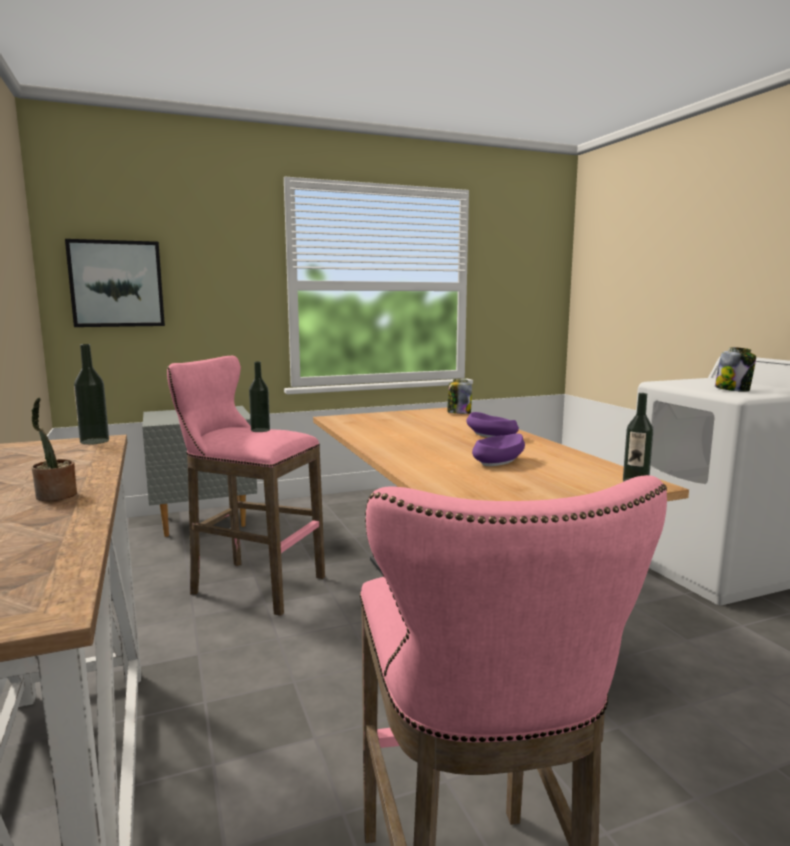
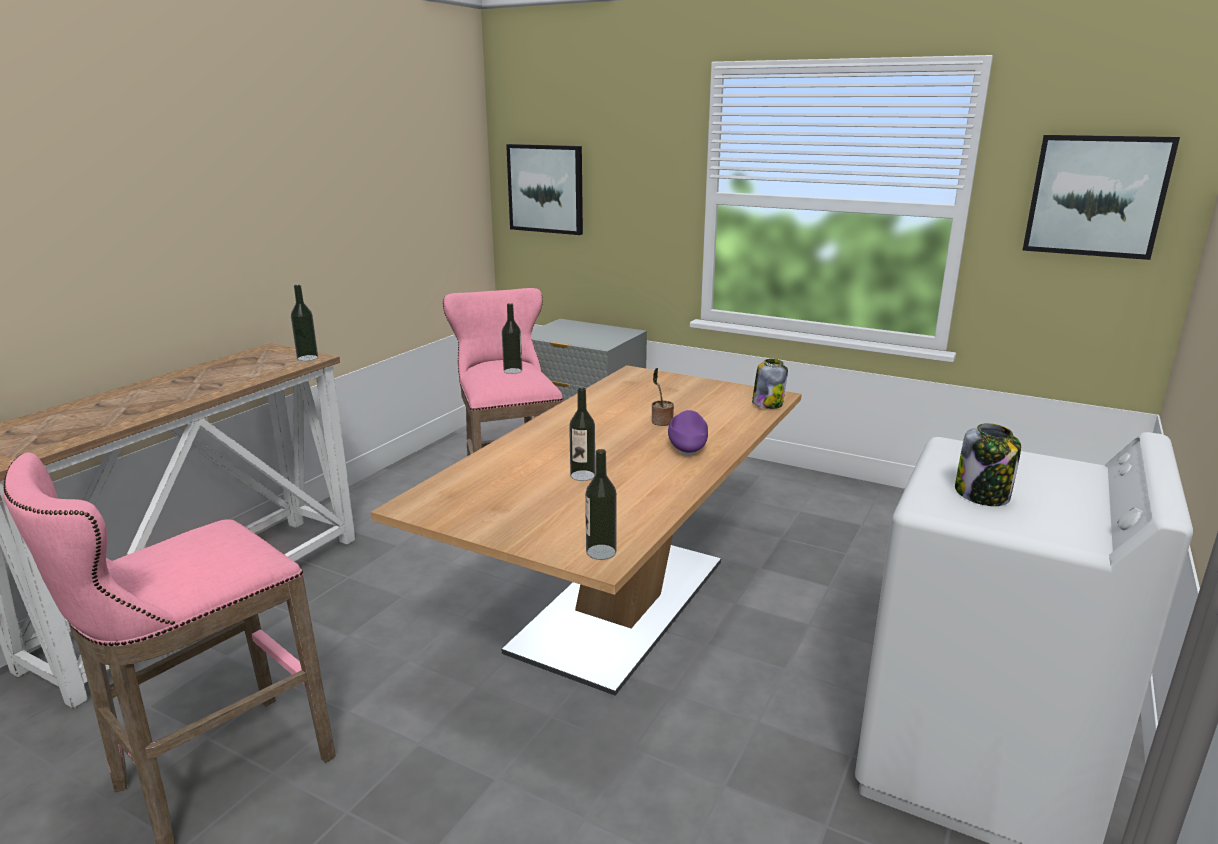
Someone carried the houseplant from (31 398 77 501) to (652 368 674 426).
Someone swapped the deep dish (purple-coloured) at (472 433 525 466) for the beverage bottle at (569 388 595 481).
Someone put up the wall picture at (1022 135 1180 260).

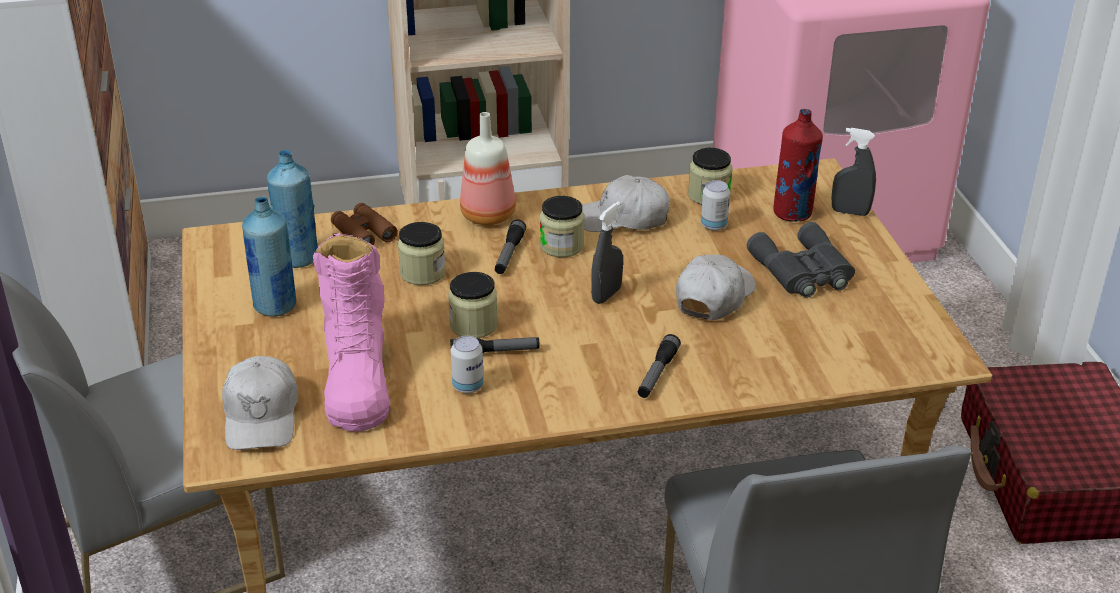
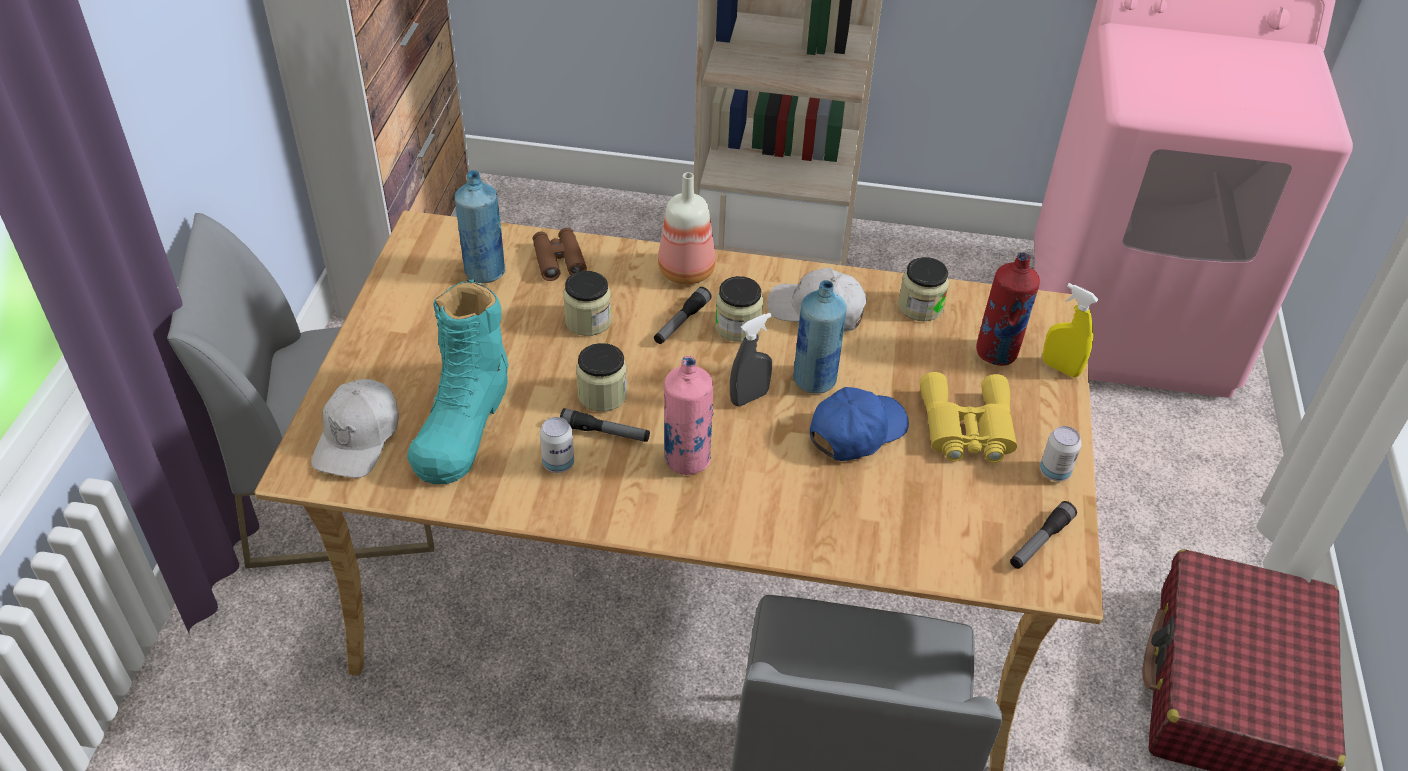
Someone repainted the spray bottle (grey) at (832 128 876 216), which became the spray bottle (yellow-coloured) at (1043 283 1099 377).
Someone carried the can from (701 180 730 231) to (1040 426 1082 481).
Someone carried the beverage bottle (blue) from (242 196 296 317) to (793 280 847 394).
Someone repainted the binoculars (grey) at (747 222 855 298), which became the binoculars (yellow-coloured) at (920 372 1017 463).
Someone repainted the high-top boot (pink) at (313 233 390 432), which became the high-top boot (turquoise) at (408 279 509 484).
Someone repainted the peaked cap (white) at (676 255 756 320), which became the peaked cap (blue) at (810 387 909 461).
Someone carried the torch from (638 334 681 398) to (1010 501 1077 569).
Someone put down the beverage bottle (pink) at (664 356 714 475).

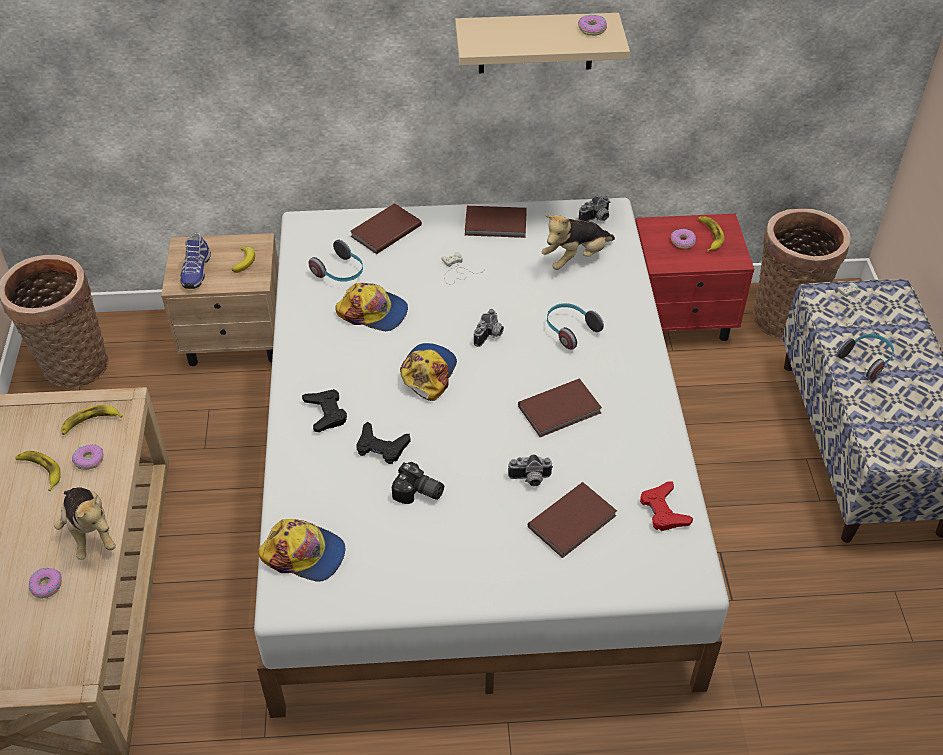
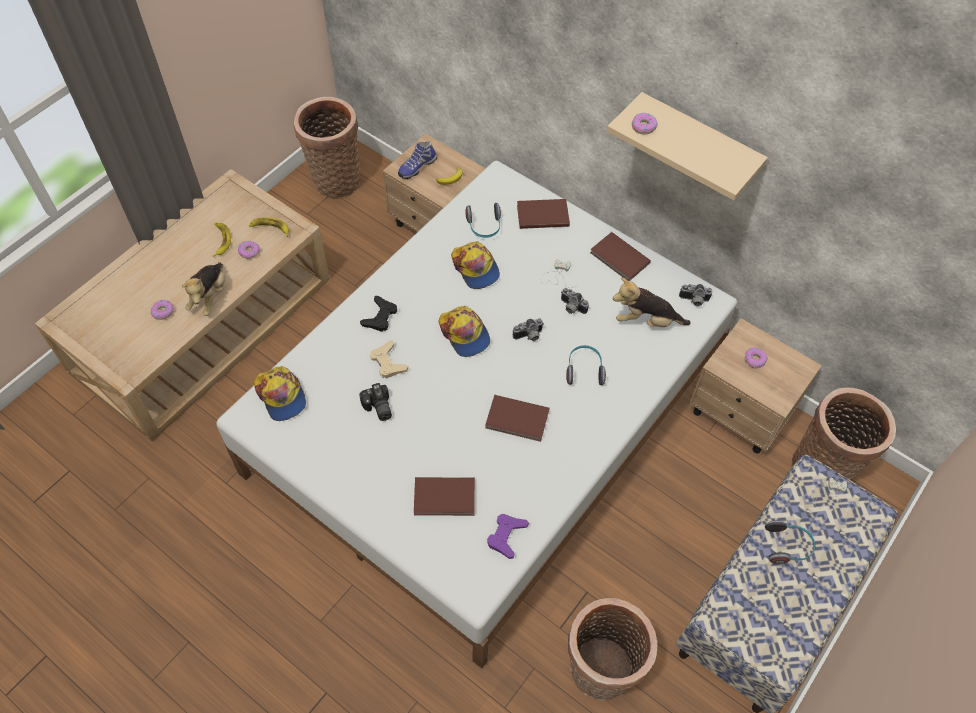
Someone carried the donut from (578 15 607 36) to (632 113 658 134).
Someone repainted the bedside table (red) at (635 214 754 341), which became the bedside table (beige-coloured) at (689 318 822 453).
Someone took away the banana fruit at (698 216 724 251).
Someone rotated the peaked cap at (400 343 457 401) by 90 degrees clockwise.
Someone repainted the game controller (black-coloured) at (356 421 411 464), which became the game controller (beige-coloured) at (370 340 408 379).
Someone carried the photo camera from (508 454 553 486) to (561 288 589 314).
Someone repainted the game controller (red) at (640 482 693 531), which became the game controller (purple-coloured) at (487 514 529 559).
Someone put down the household basket at (568 598 657 701).

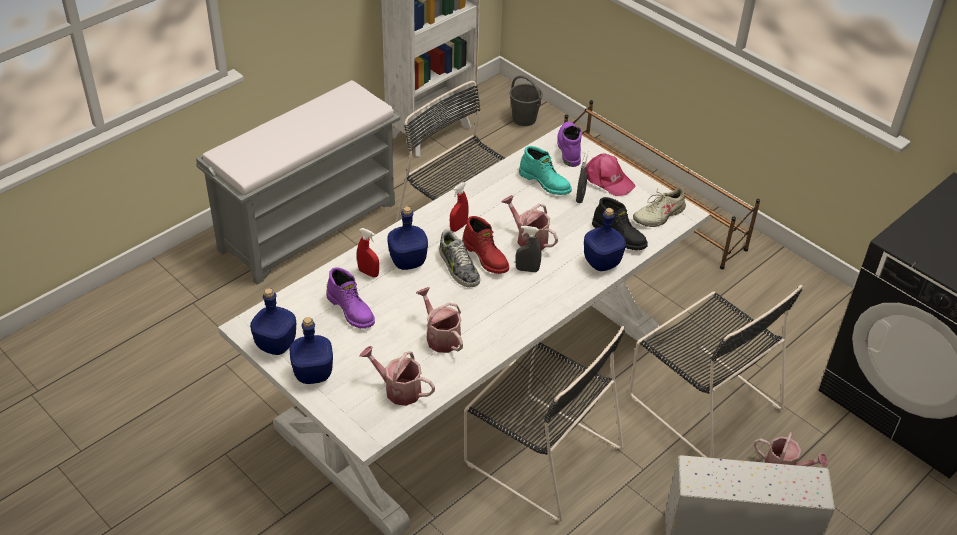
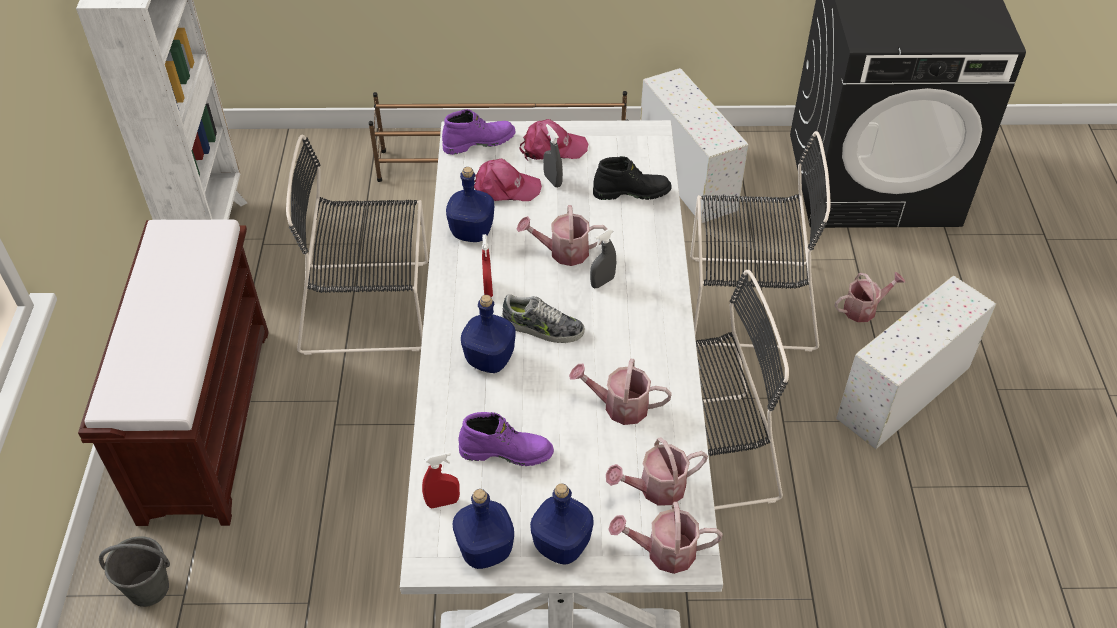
Someone carried the water bucket (grey) from (510 75 543 126) to (99 536 170 607).
Someone repainted the indoor bench (grey) at (196 80 400 285), which became the indoor bench (brownish) at (78 219 269 526).
Someone rotated the high-top boot (purple-coloured) at (557 122 582 167) by 120 degrees clockwise.
Someone swapped the high-top boot (turquoise) at (519 146 572 195) for the peaked cap (pink) at (474 158 542 201).
Someone took away the shoe (beige-coloured) at (633 187 687 227).
Someone carried the beverage bottle (blue) from (584 208 626 271) to (446 167 494 242).
Someone took away the high-top boot (red) at (462 216 509 274).
Someone carried the spray bottle (red) from (357 228 379 277) to (422 452 460 508).
Someone put down the storage container (white) at (640 68 748 224).
Someone put down the watering pot at (608 502 723 574).

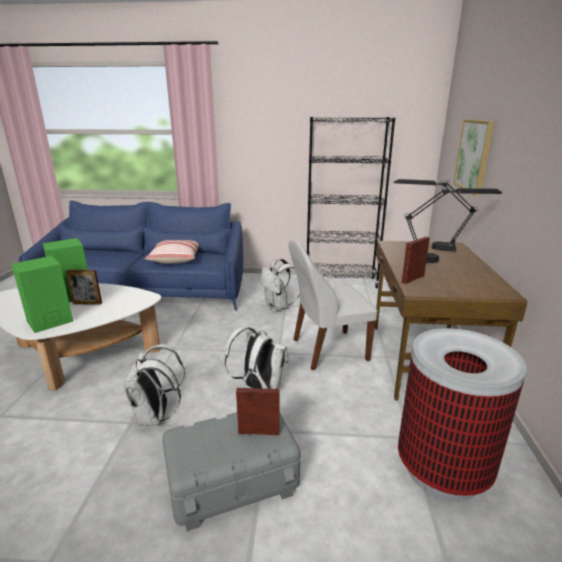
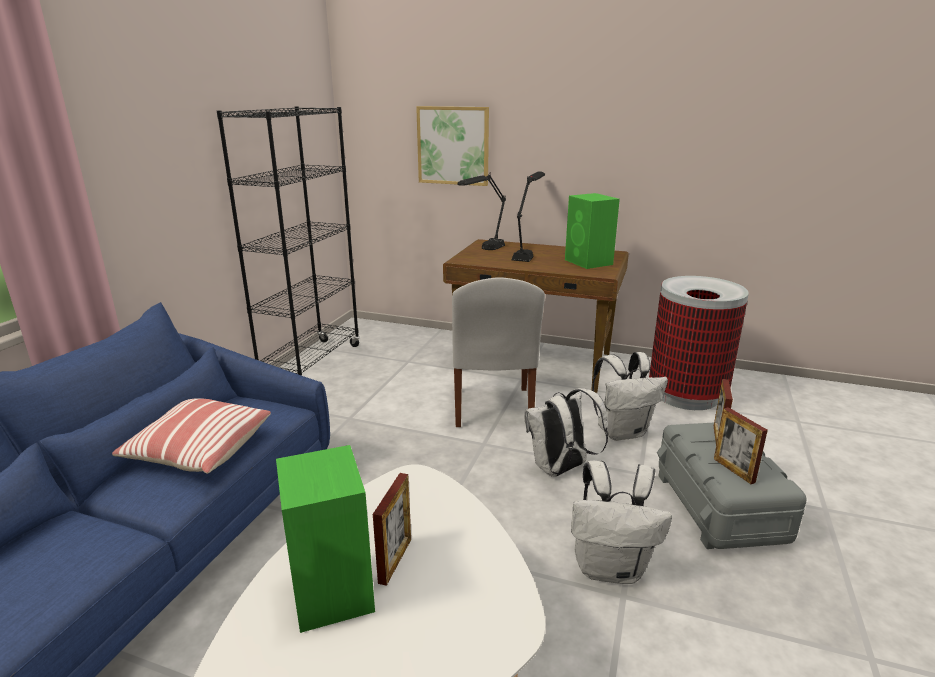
Someone carried the photo frame from (402 237 430 284) to (714 407 768 484).
Someone carried the loudspeaker (green-coloured) from (11 256 73 333) to (565 193 620 269).
Someone carried the backpack (white) from (261 259 300 311) to (592 352 668 441).

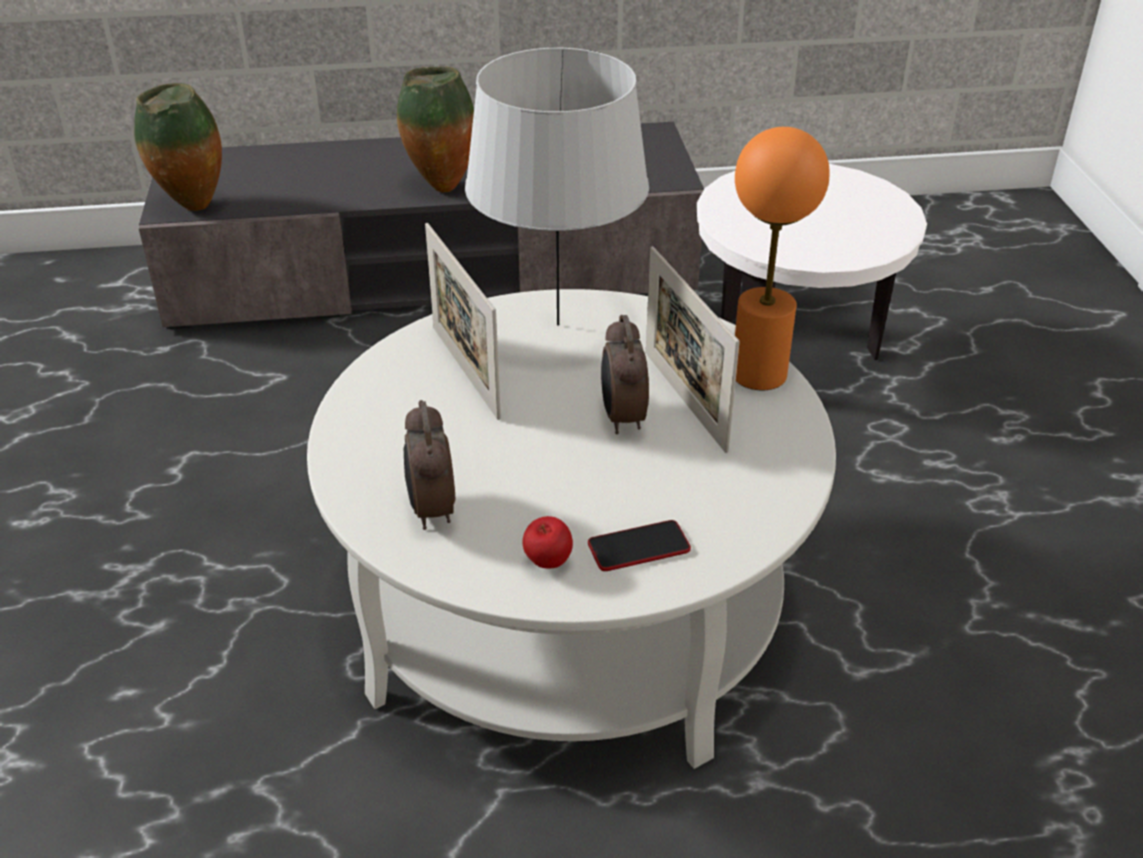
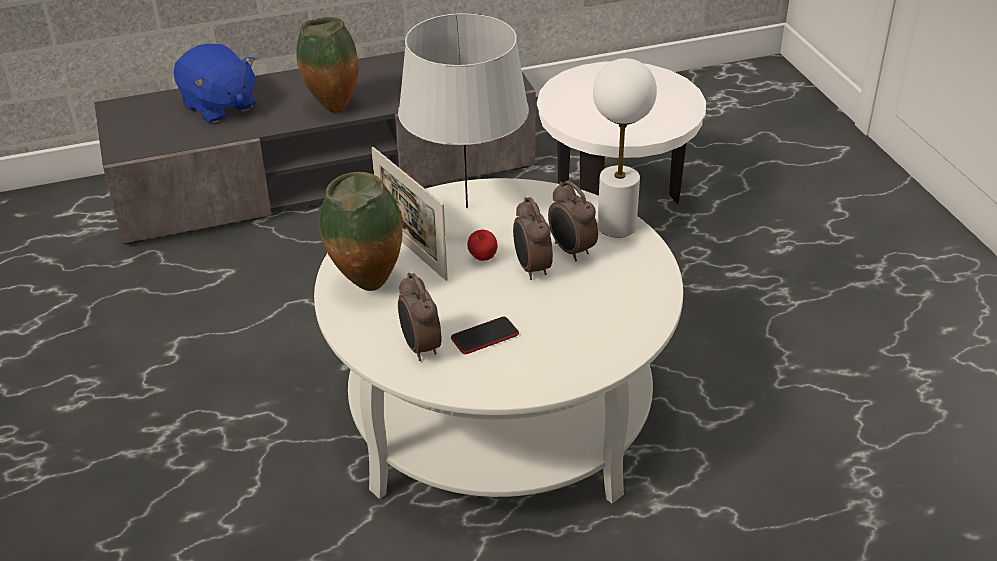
Someone carried the decorative vase from (134 83 222 211) to (320 172 403 291).
Someone repainted the tabletop lamp (orangey) at (735 127 830 390), which became the tabletop lamp (white) at (593 58 657 238).
Someone swapped the photo frame at (646 246 740 453) for the bedside clock at (548 181 598 261).
Someone carried the whole apple from (523 516 573 568) to (467 230 498 261).
Someone carried the phone from (588 520 691 571) to (451 317 519 354).
Someone put down the cuddly toy (blue) at (174 44 256 123).

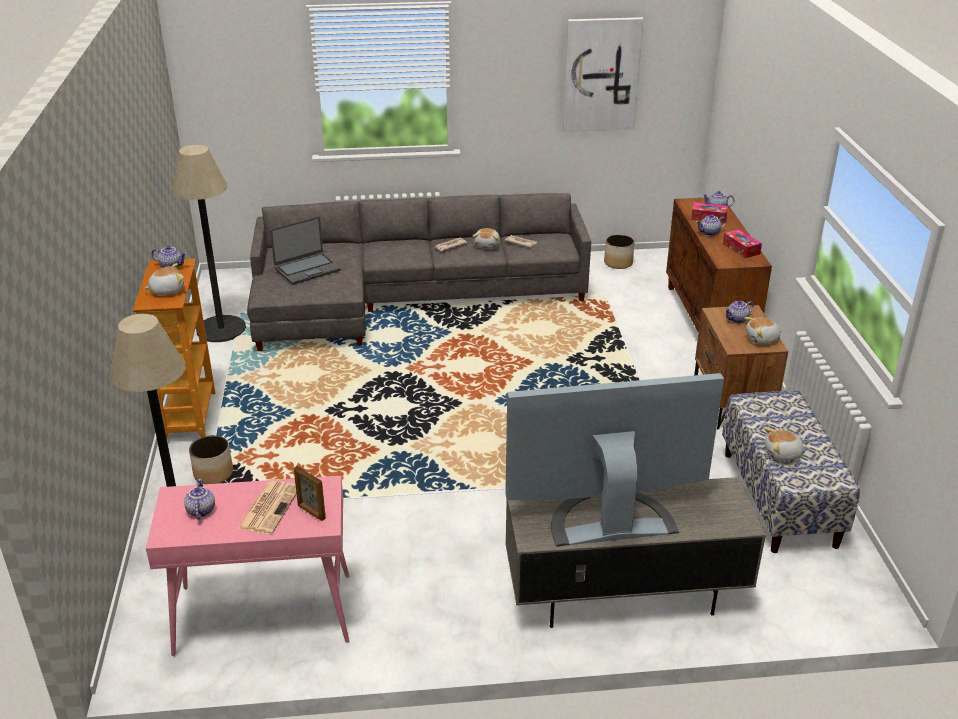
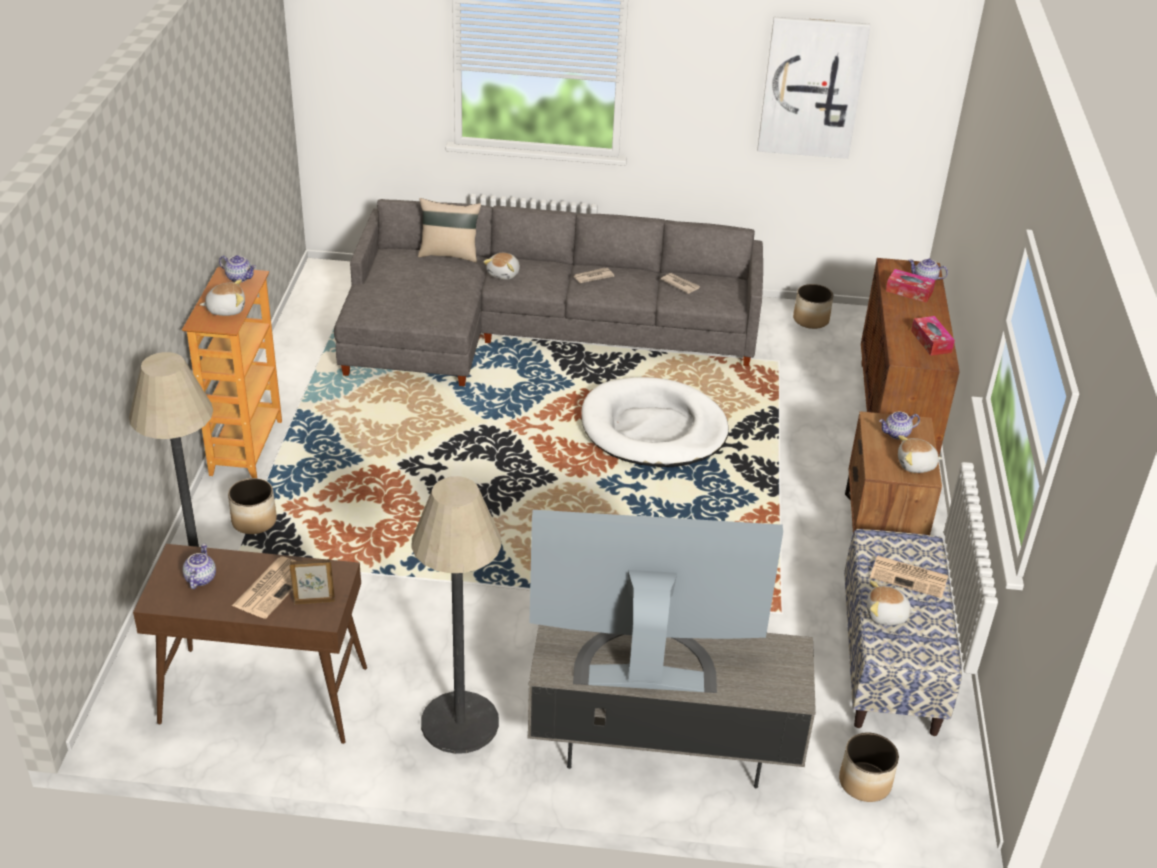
Someone carried the floor lamp from (172 145 246 342) to (412 476 501 754).
Someone took away the pot for tea at (696 215 726 236).
Someone took away the portable computer at (270 217 341 285).
Someone carried the cuddly toy from (472 228 500 249) to (483 253 520 280).
Someone rotated the photo frame at (294 466 326 521) by 120 degrees clockwise.
Someone repainted the narrow table (pink) at (146 476 349 656), which became the narrow table (brownish) at (133 544 367 744).
Someone put down the throw pillow (beige-coloured) at (418 198 481 263).
Someone put down the pet bed (white) at (581 377 729 467).
Someone put down the daily paper at (870 555 948 598).
Someone put down the planter at (839 732 899 802).

